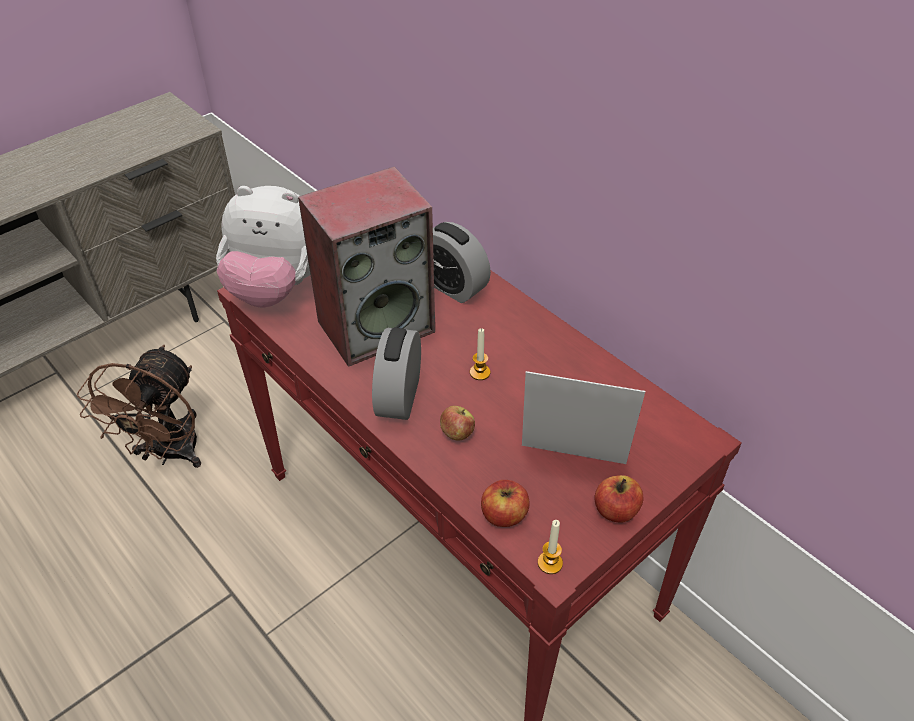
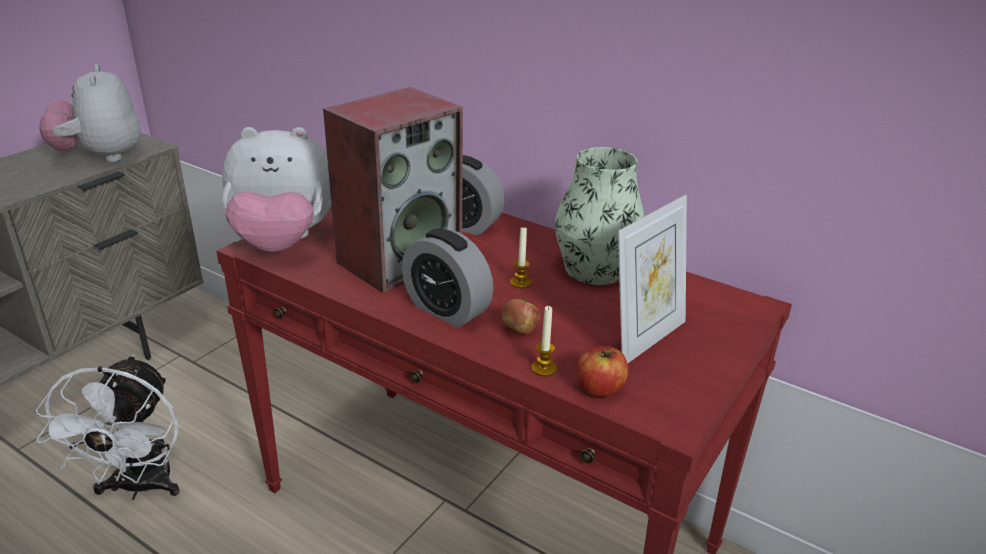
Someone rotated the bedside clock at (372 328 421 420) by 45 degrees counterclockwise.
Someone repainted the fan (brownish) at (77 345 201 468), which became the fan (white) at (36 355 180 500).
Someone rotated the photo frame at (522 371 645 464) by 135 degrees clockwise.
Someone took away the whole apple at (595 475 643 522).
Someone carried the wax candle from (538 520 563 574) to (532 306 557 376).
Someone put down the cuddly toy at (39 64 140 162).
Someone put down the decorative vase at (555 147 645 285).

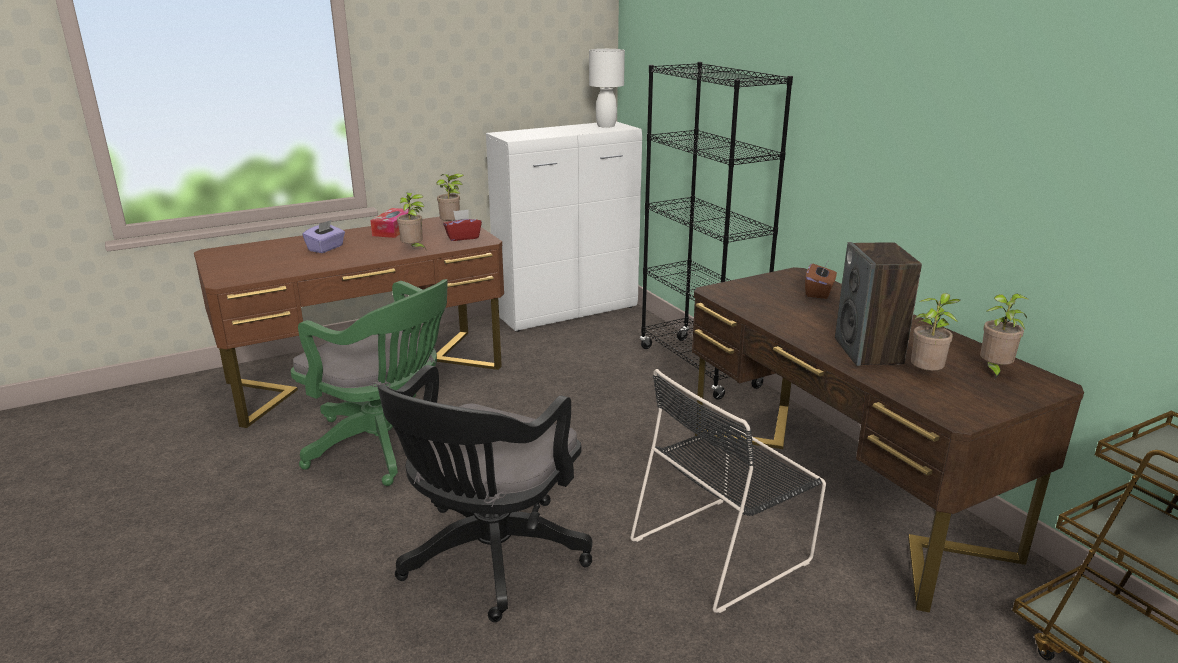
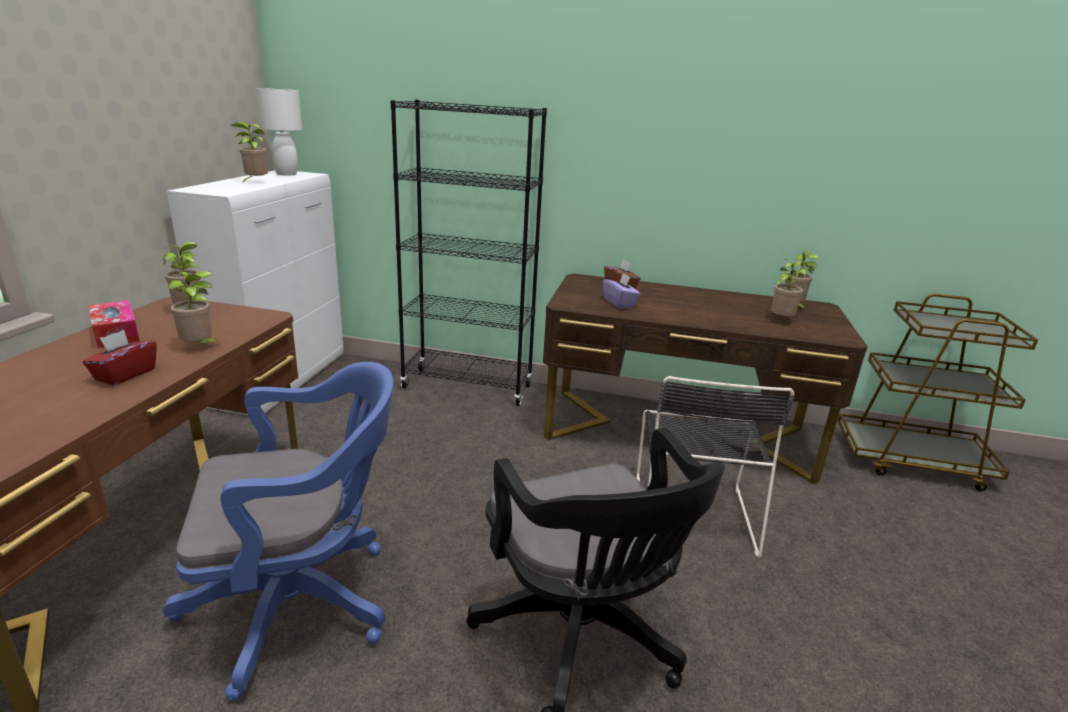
Someone carried the tissue holder (red) from (443 210 482 241) to (83 330 157 385).
Someone carried the tissue holder (purple-coloured) from (302 220 345 253) to (603 273 641 308).
Someone took away the loudspeaker at (835 242 922 366).
Someone repainted the computer chair (green-coloured) at (291 279 448 486), which became the computer chair (blue) at (163 362 394 701).
Someone put down the houseplant at (232 122 268 183).

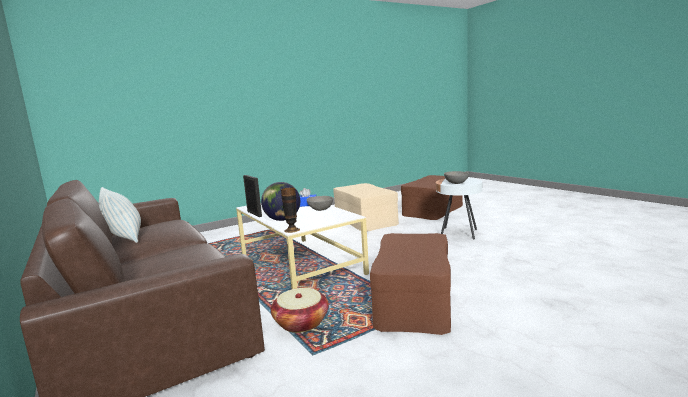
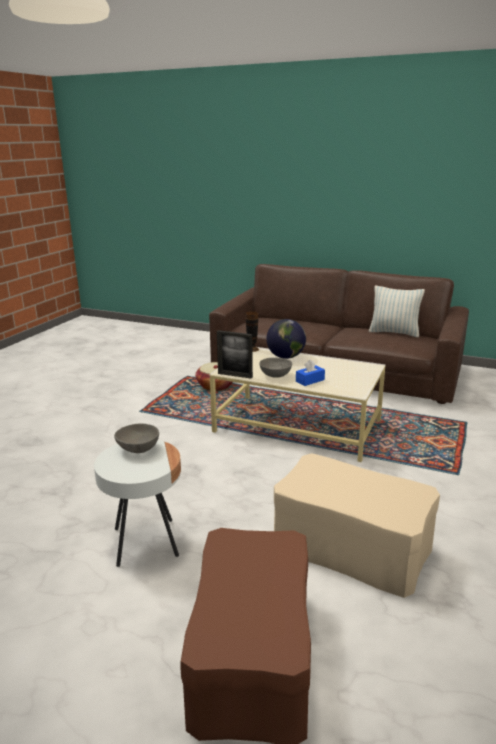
Someone carried the photo frame from (243 175 262 217) to (217 330 253 379).
Someone took away the ottoman (brownish) at (370 233 451 335).

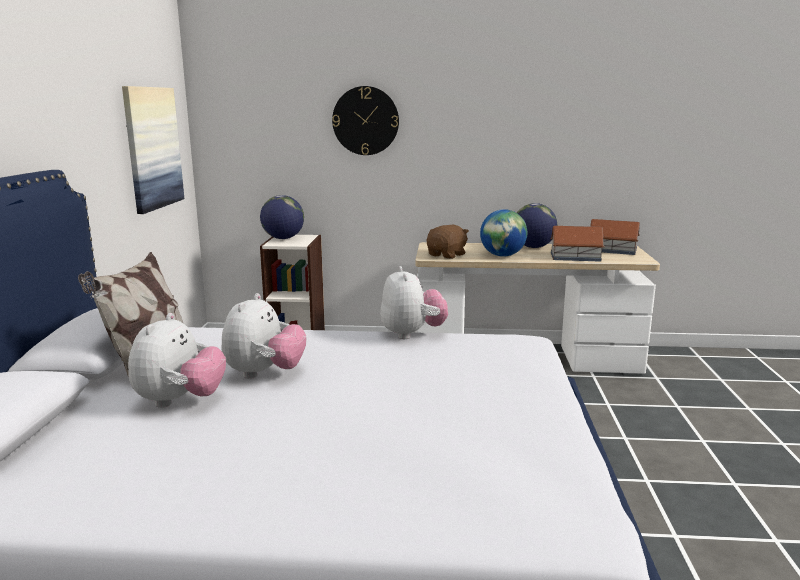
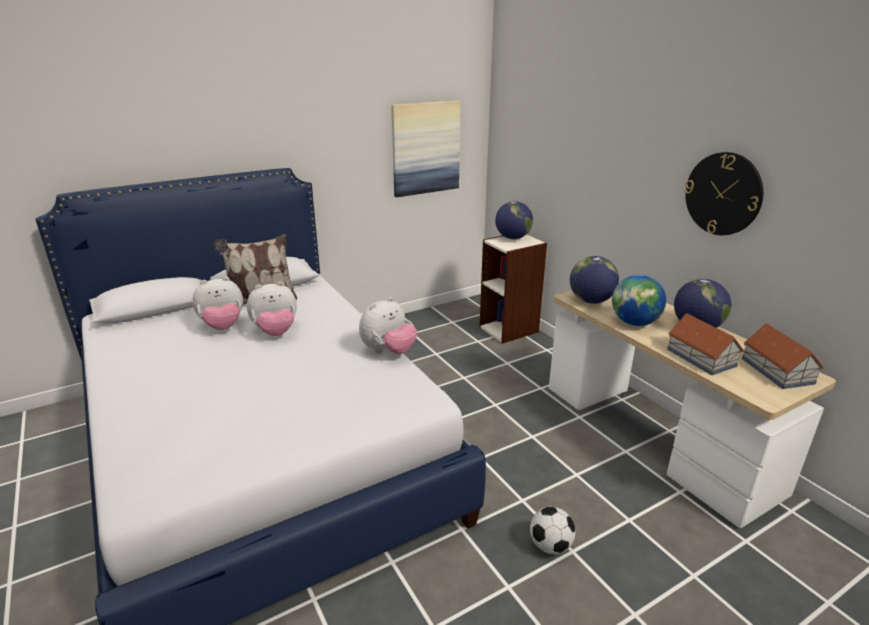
Someone carried the hanging clock from (332 86 399 155) to (685 152 763 235).
Someone swapped the cuddly toy (brownish) at (427 224 469 259) for the world globe at (570 256 619 304).
Someone put down the football at (530 507 576 554).

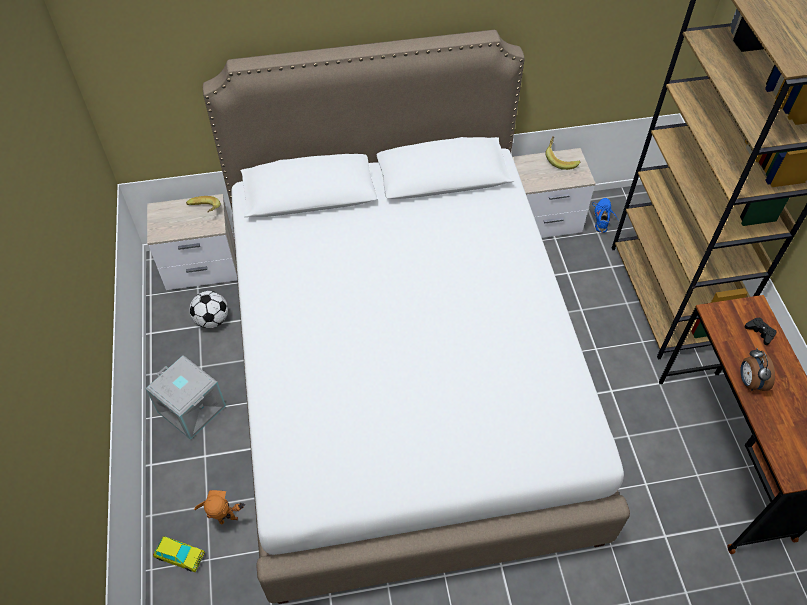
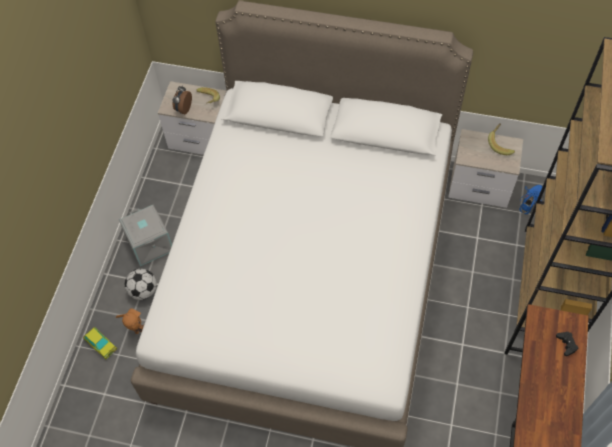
Someone carried the football from (190 291 228 328) to (125 269 157 300).
Someone carried the bedside clock from (740 348 775 391) to (172 86 192 114).

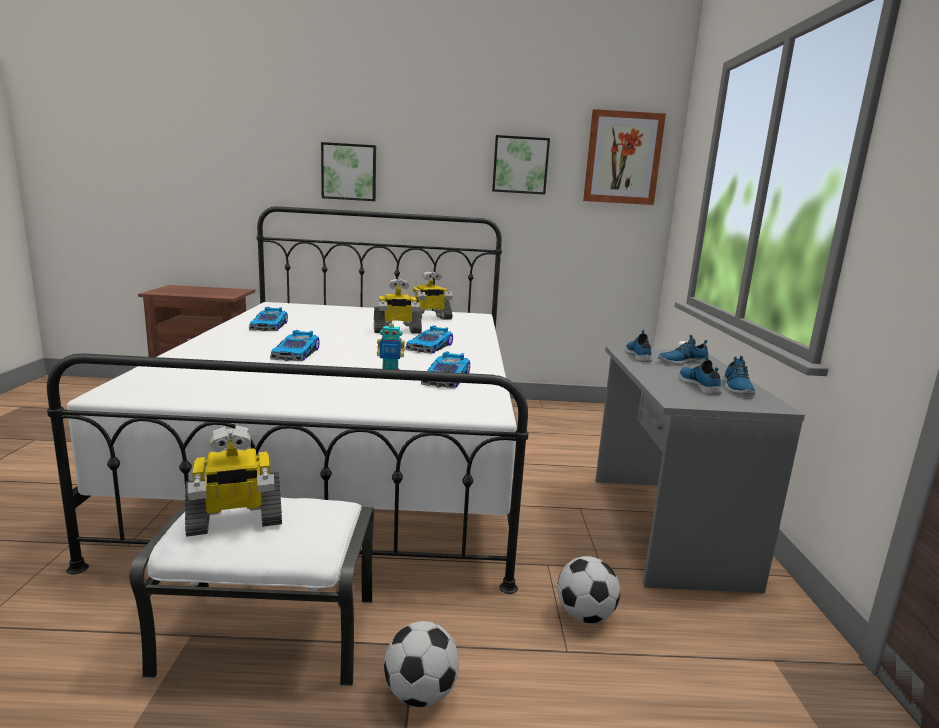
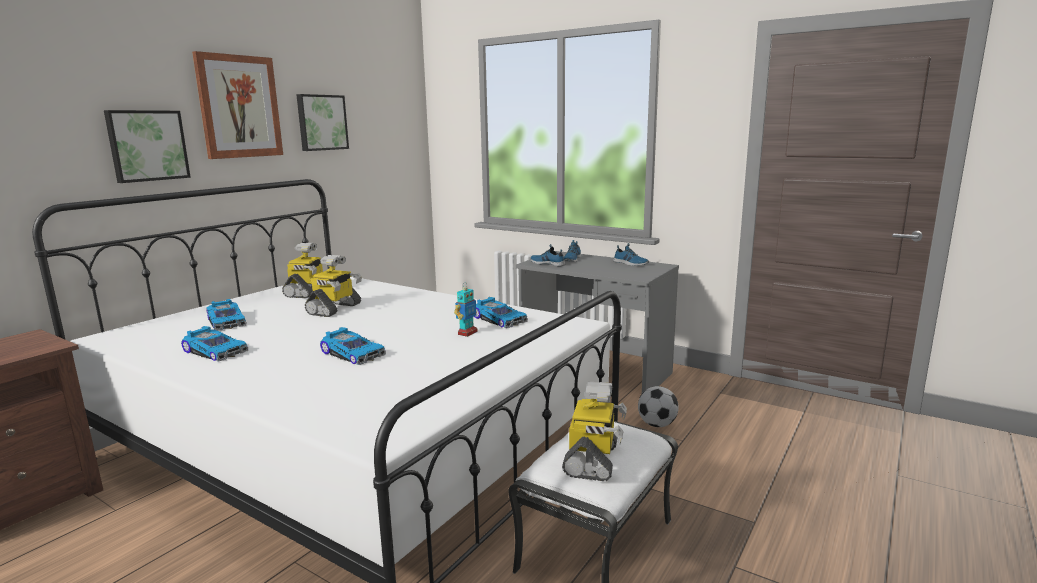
Someone carried the wall picture from (583 109 666 205) to (192 51 283 159).
Someone carried the toy car from (405 326 453 354) to (206 299 246 331).
Someone took away the shoe at (679 356 721 395).
Someone took away the football at (384 621 459 707).

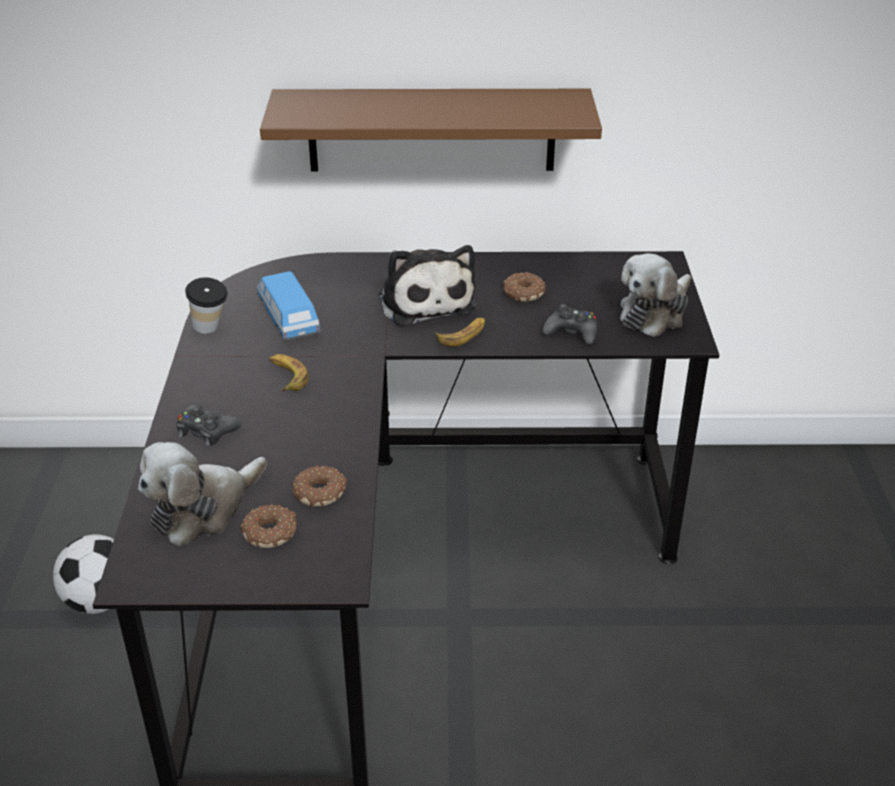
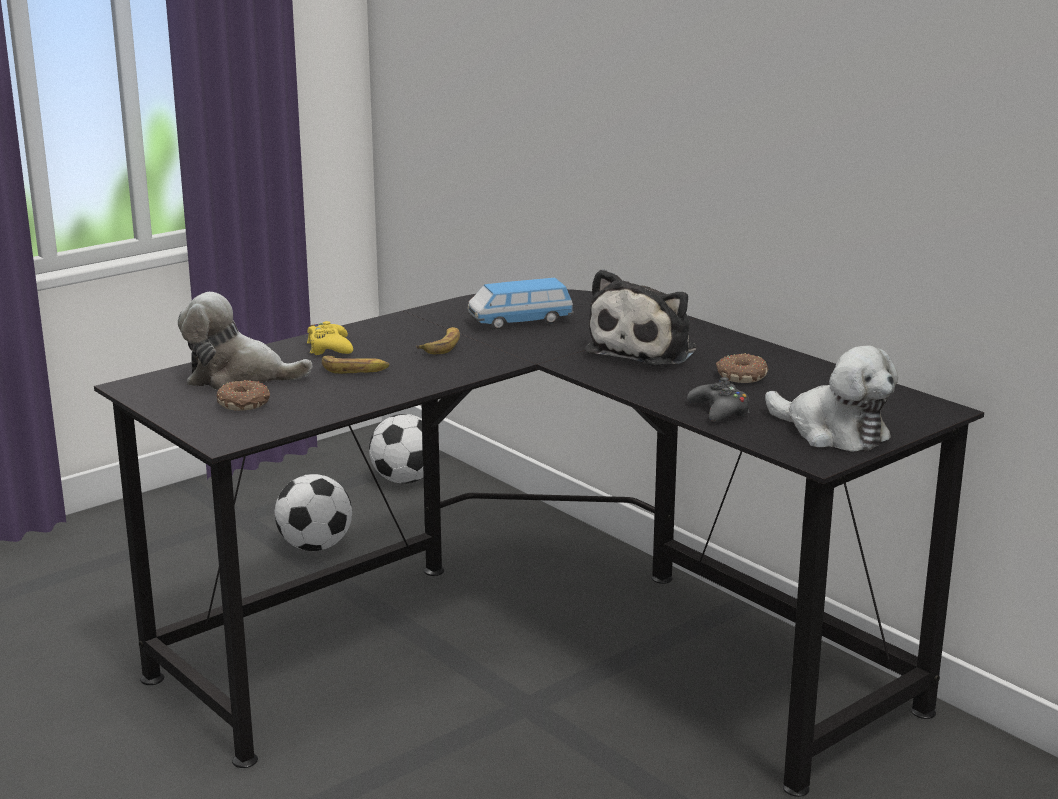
Someone took away the shelf (brownish) at (260 89 602 172).
Someone rotated the cuddly toy at (620 253 691 337) by 135 degrees counterclockwise.
Someone rotated the toy car at (257 271 321 341) by 135 degrees counterclockwise.
Someone took away the cup at (185 277 228 334).
Someone carried the banana fruit from (434 318 485 347) to (322 356 390 374).
Someone repainted the game controller (black-coloured) at (176 404 241 447), which became the game controller (yellow-coloured) at (307 321 353 355).
Someone took away the donut at (293 465 347 507).
Someone put down the football at (369 414 424 484).

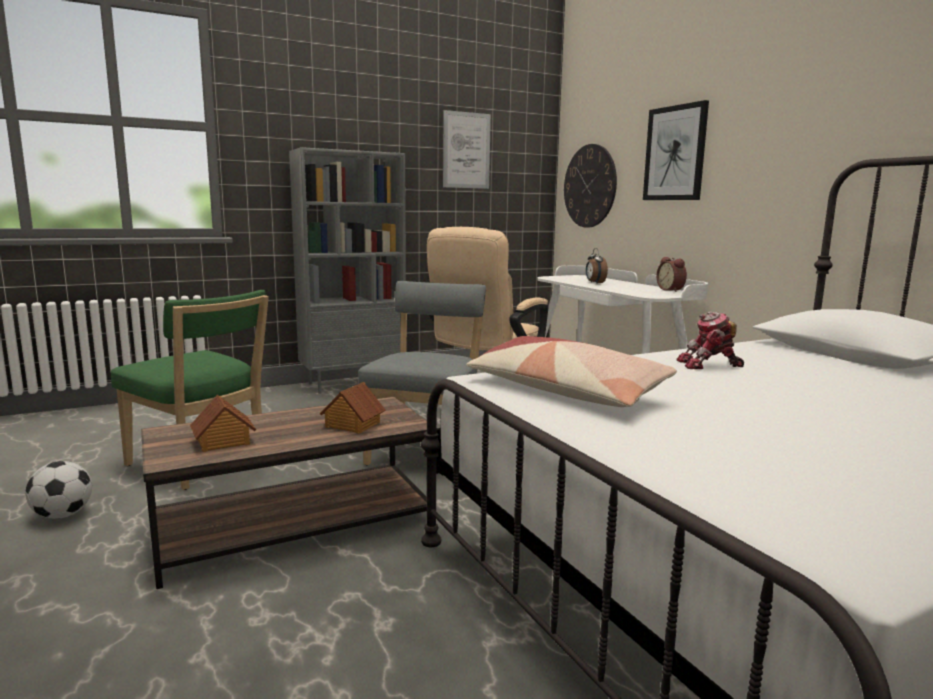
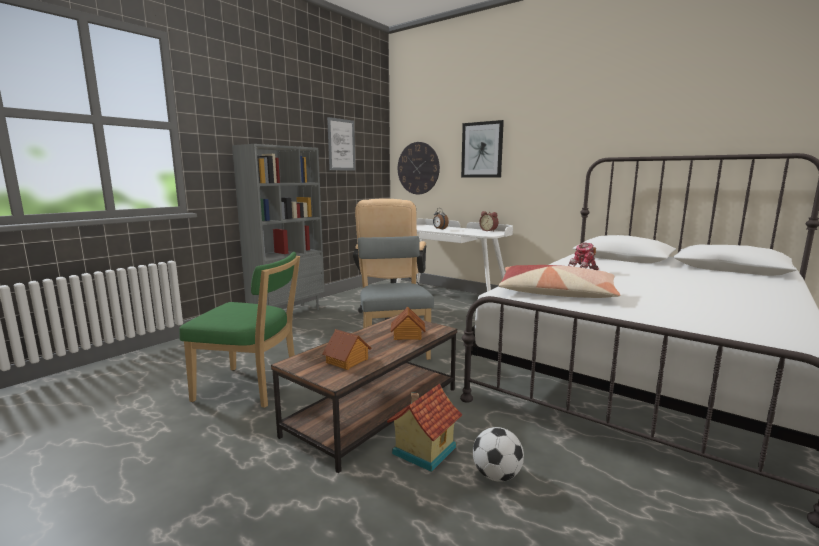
Someone carried the football from (25 461 92 519) to (473 427 524 482).
Someone put down the toy house at (387 384 462 472).

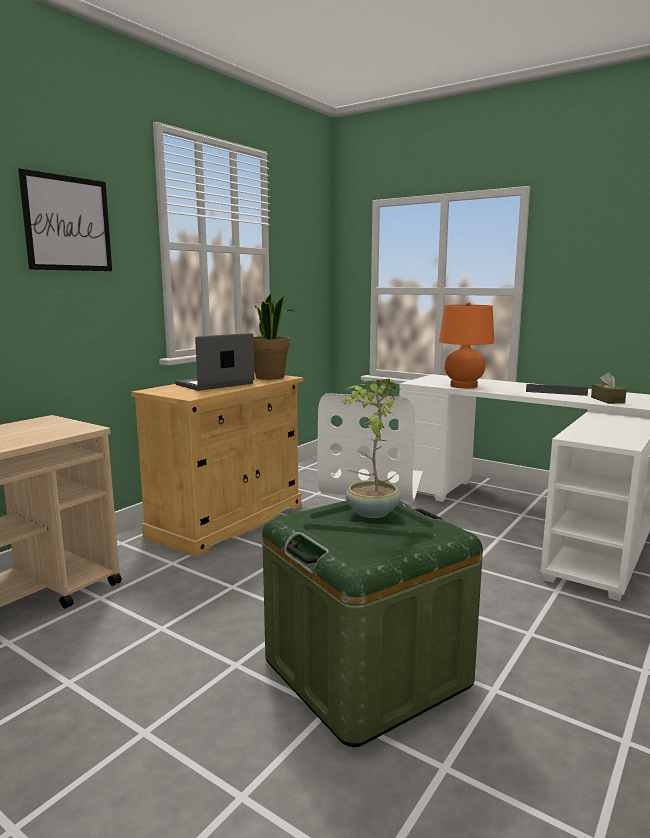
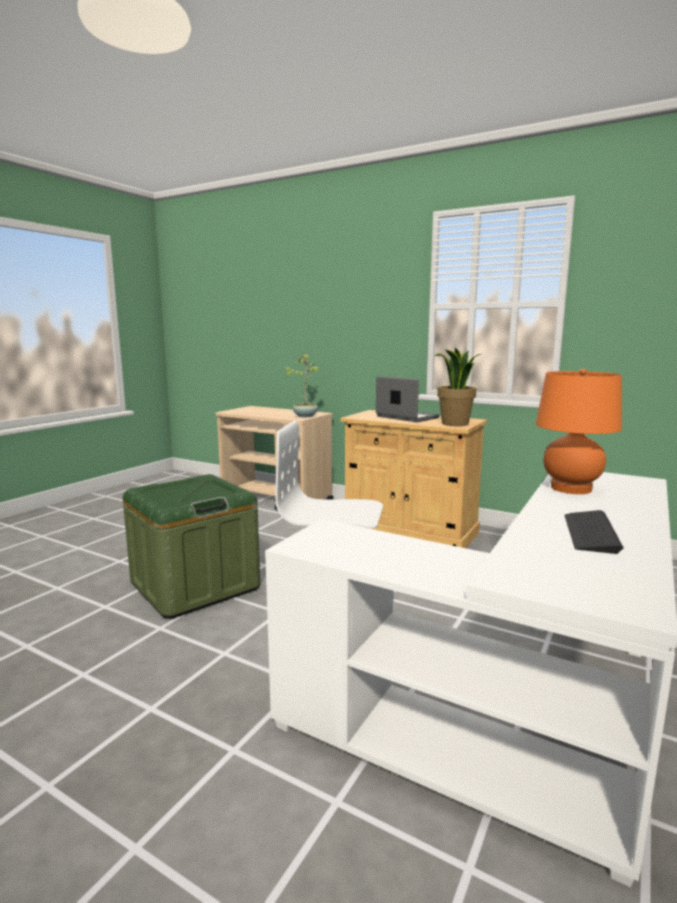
Someone took away the wall picture at (18 169 112 271).
Someone took away the tissue holder (brownish) at (591 373 627 404).
Someone carried the houseplant from (343 379 401 518) to (283 353 320 418).

